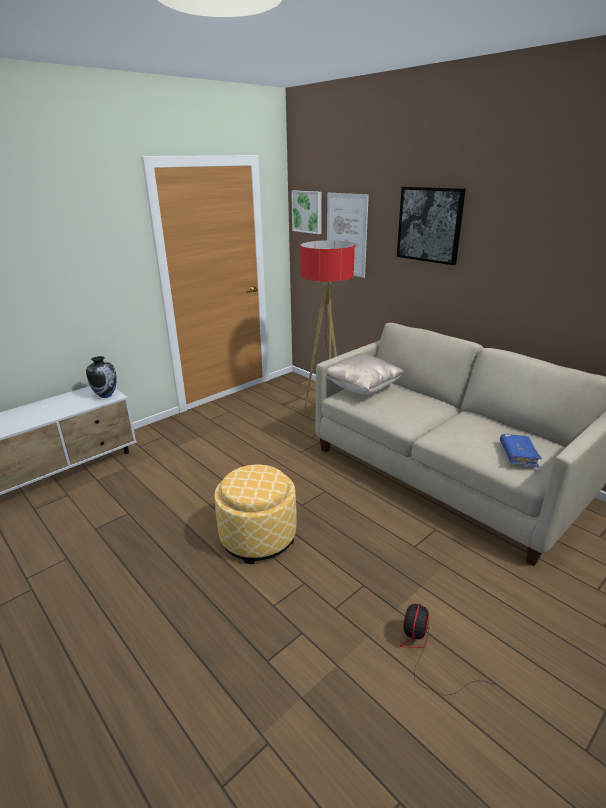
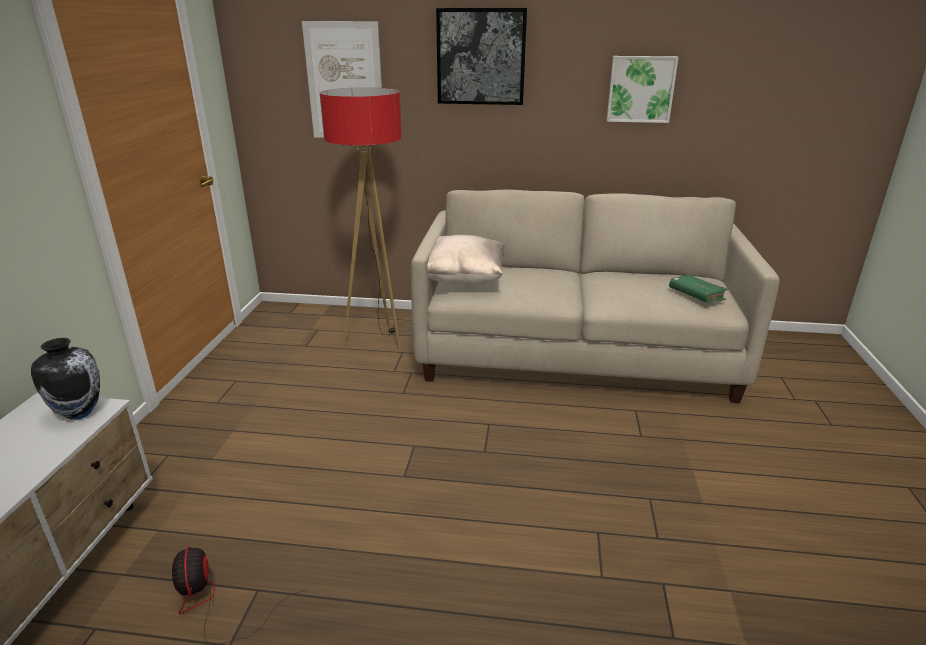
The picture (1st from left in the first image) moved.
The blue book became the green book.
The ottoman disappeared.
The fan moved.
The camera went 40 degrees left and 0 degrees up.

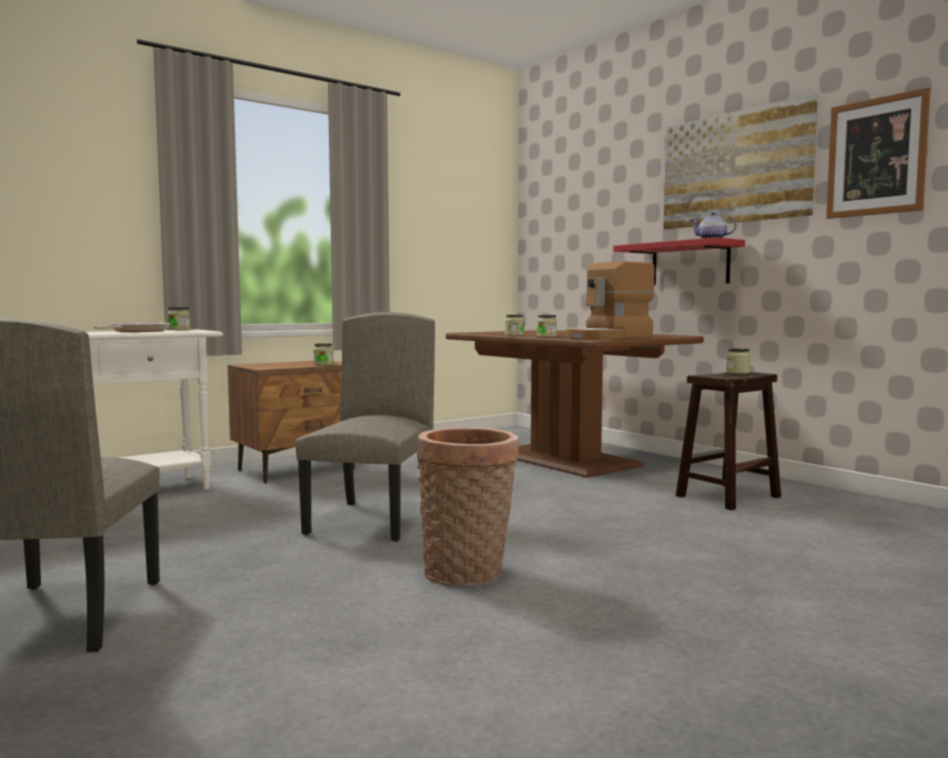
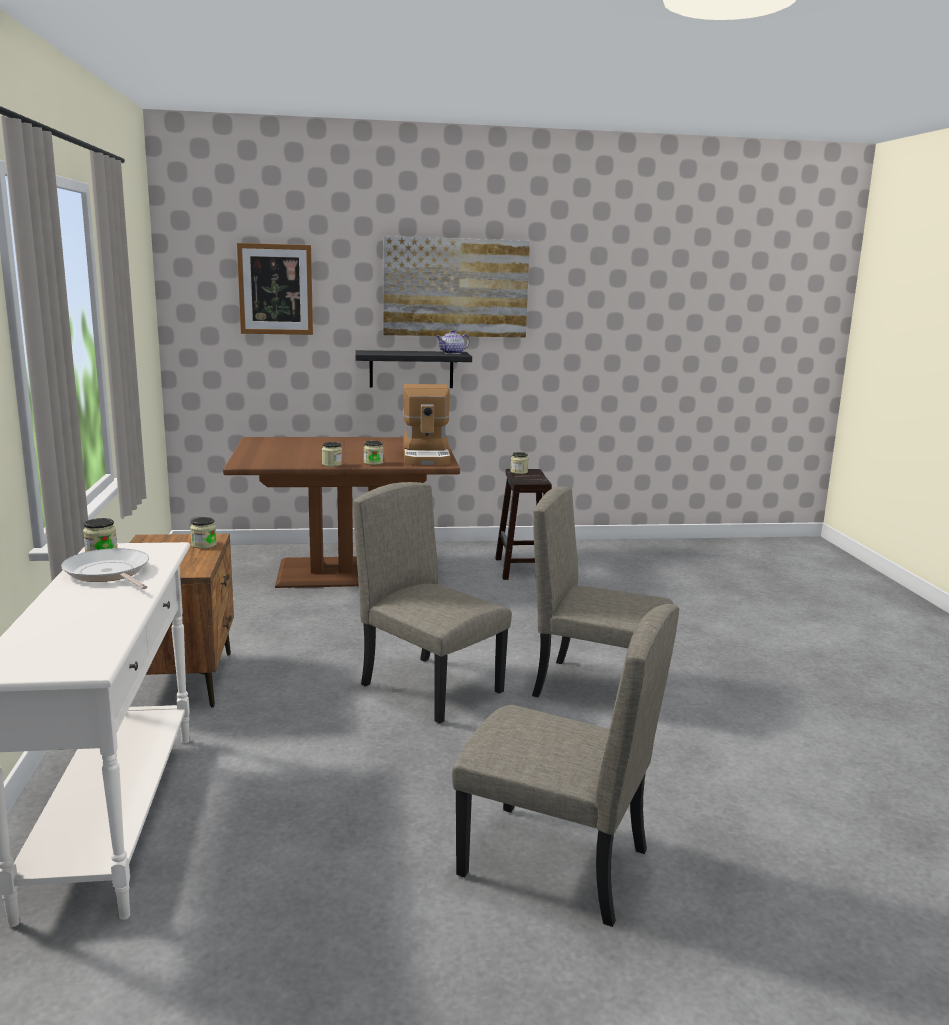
The picture (2nd from left in the first image) moved.
The red shelf became the black shelf.
The basket was replaced by the beige chair (3rd from left).
The camera went 60 degrees left and 10 degrees up.

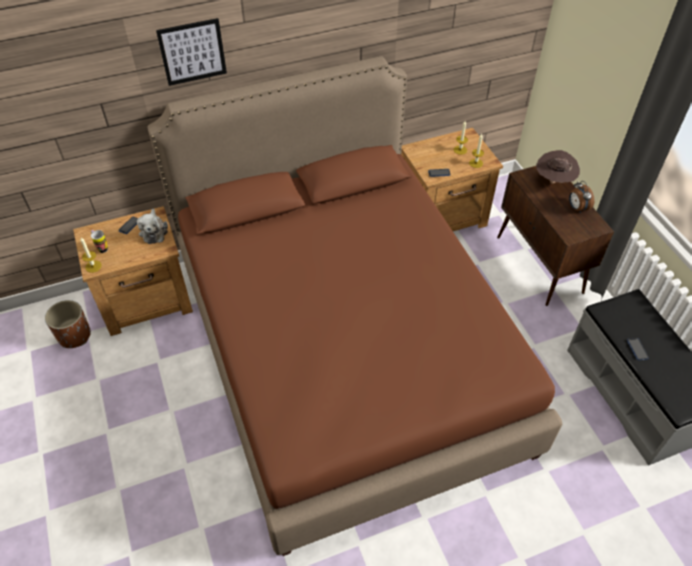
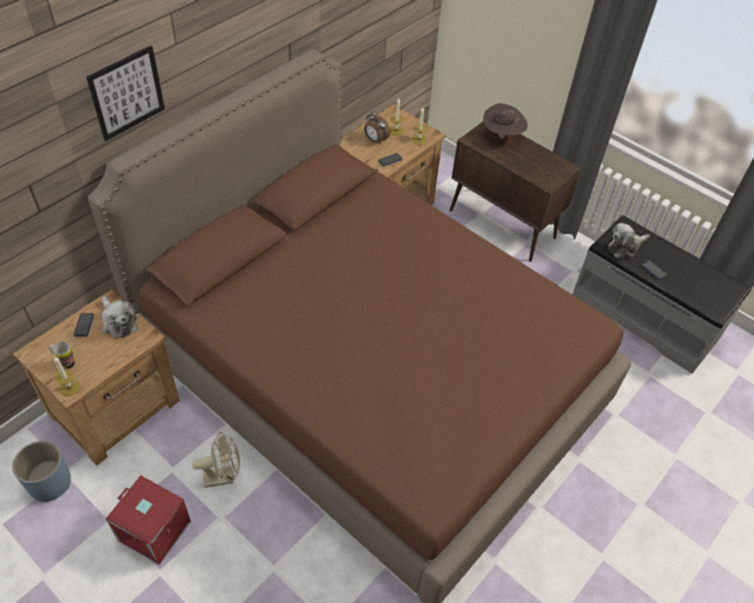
The alarm clock moved.
The brown planter became the blue planter.
The plush toy (2nd from left) appeared.
The beige fan appeared.
The red storage box appeared.
The camera went 30 degrees left and 0 degrees up.

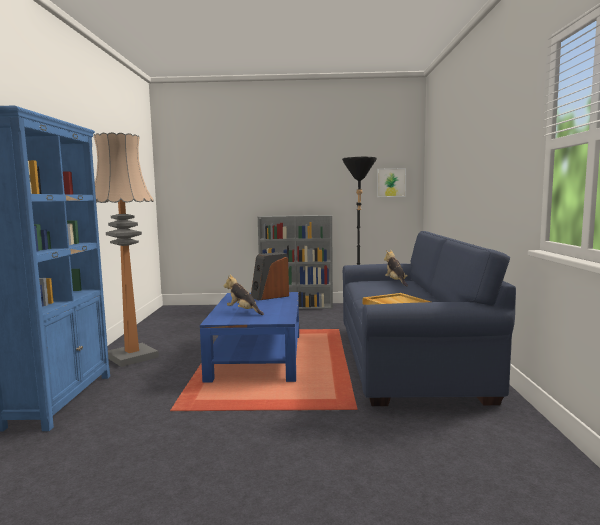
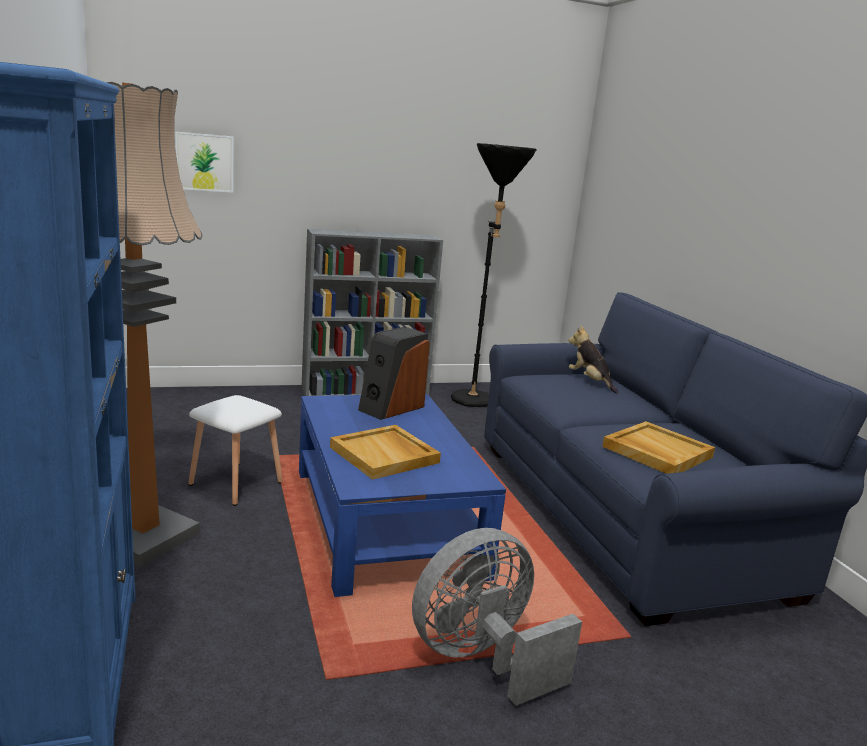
The picture moved.
The plush toy (1st from left) was replaced by the beige tray (1st from left).
The white stool appeared.
The grey fan appeared.
The camera went 20 degrees left and 10 degrees up.

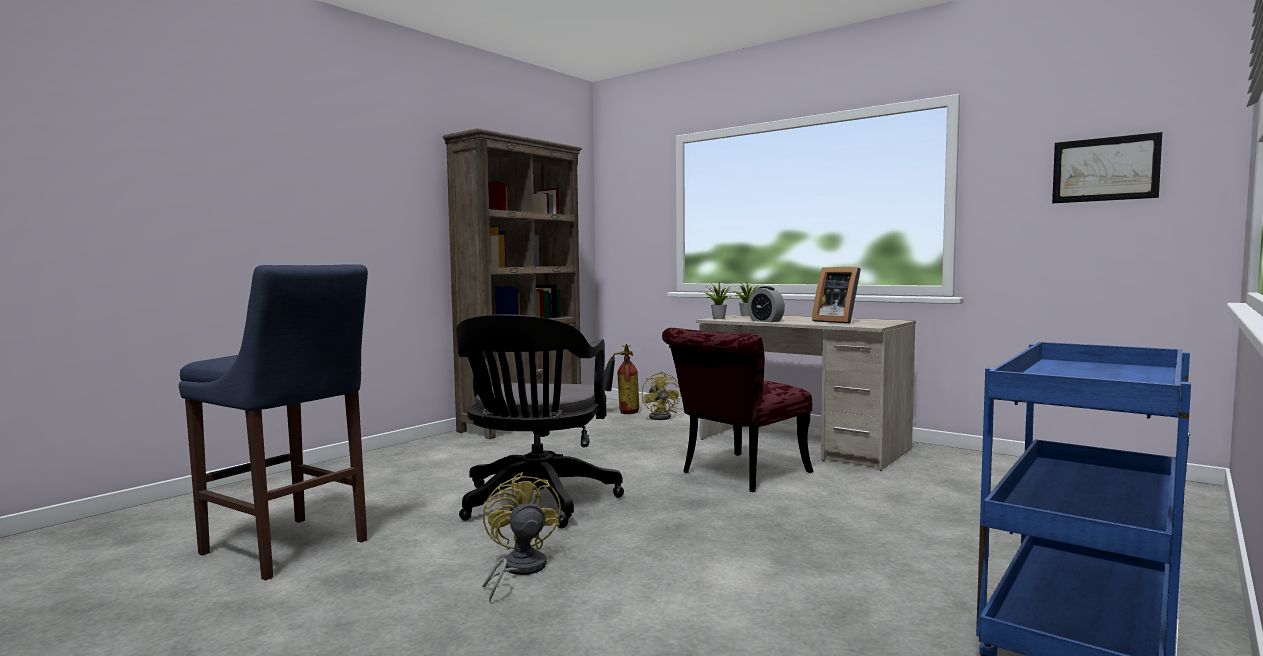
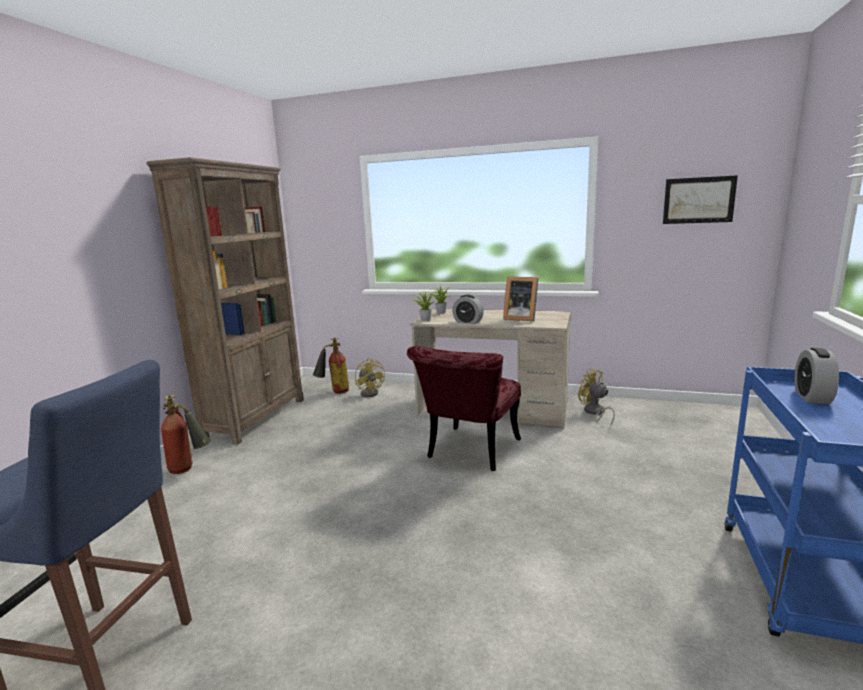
The black office chair disappeared.
The yellow fan (1st from left in the first image) moved.
The alarm clock (2nd from left) appeared.
The fire extinguisher (1st from left) appeared.
The camera went 20 degrees left and 10 degrees up.

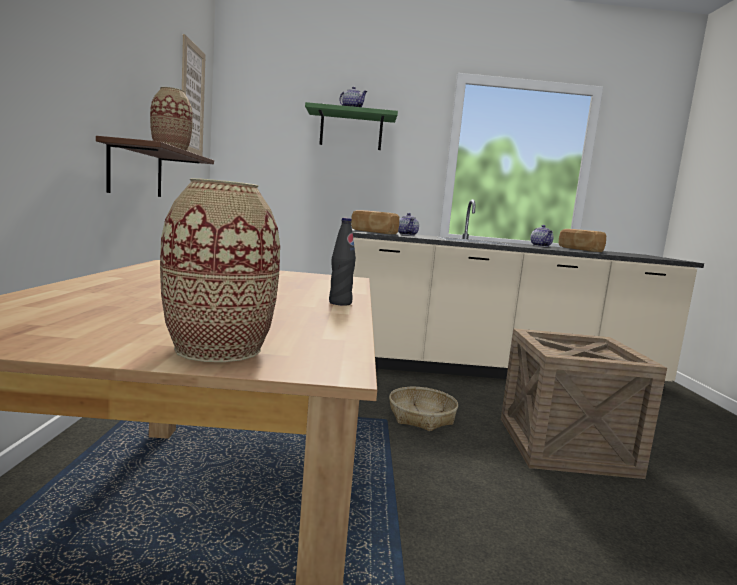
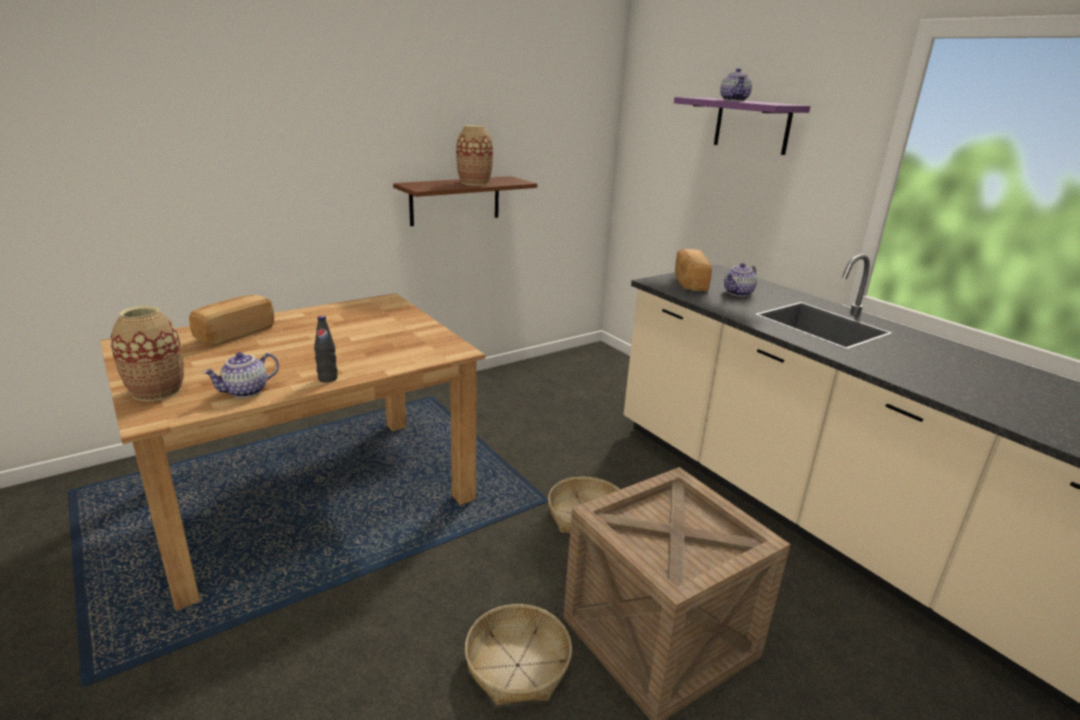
The picture disappeared.
The green shelf became the purple shelf.
The teapot (3rd from left in the first image) moved.
The bread (2nd from left in the first image) moved.
The basket (1st from left) appeared.
The camera went 55 degrees right and 15 degrees up.

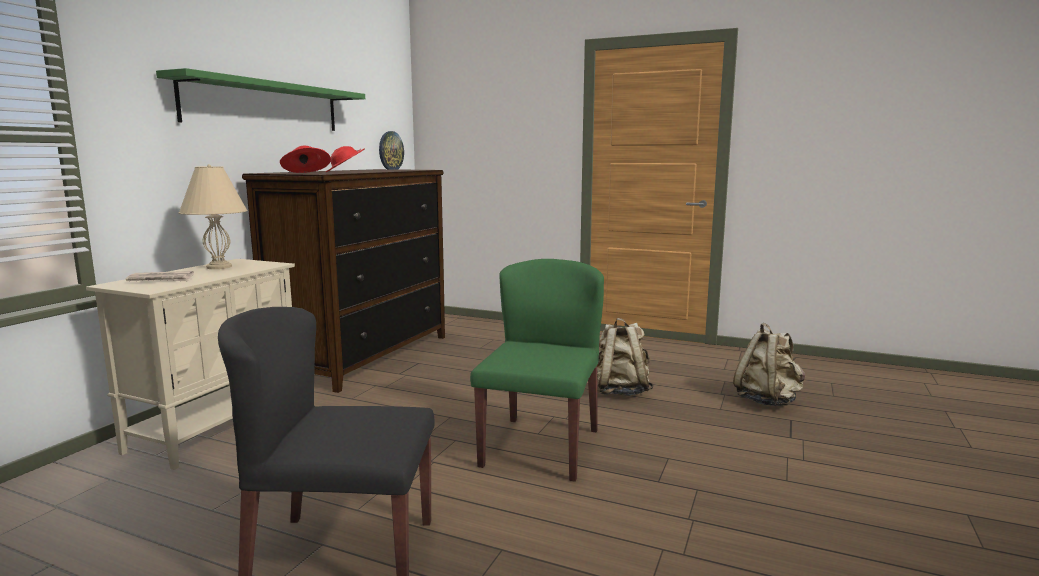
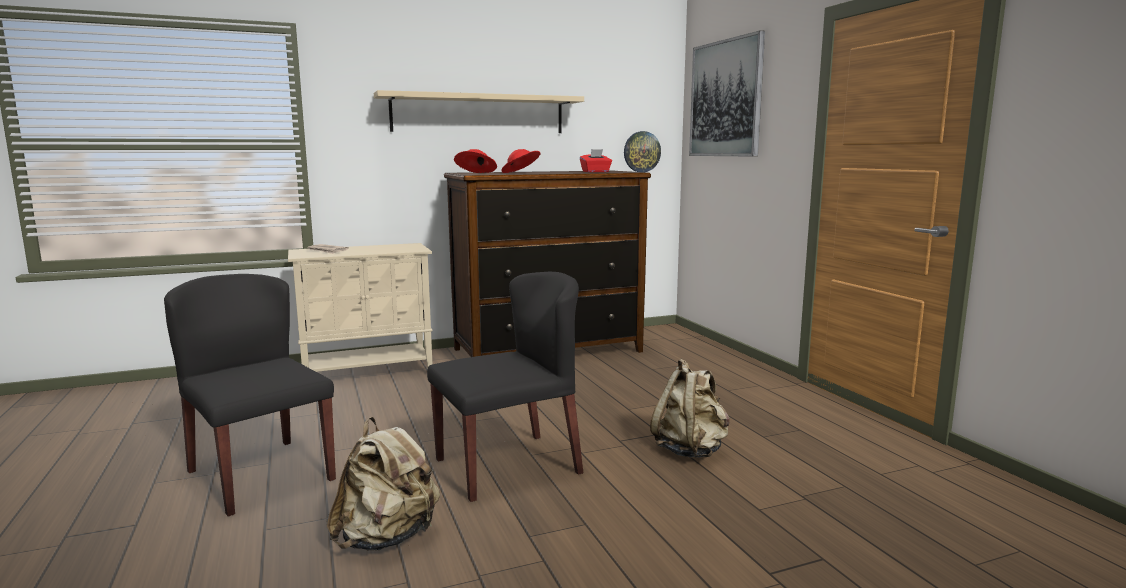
The green shelf became the beige shelf.
The beige table lamp disappeared.
The green chair became the black chair (2nd from left).
The beige backpack (2nd from left in the first image) moved.
The picture appeared.
The red tissue box appeared.
The camera went 45 degrees right and 0 degrees up.

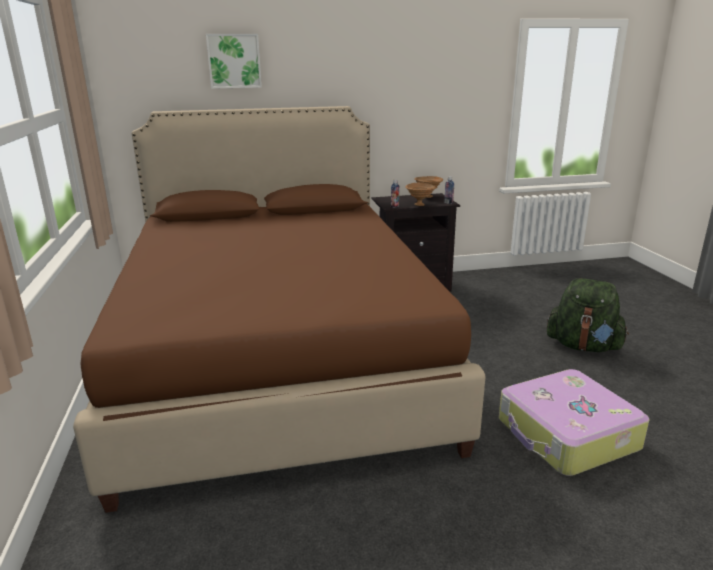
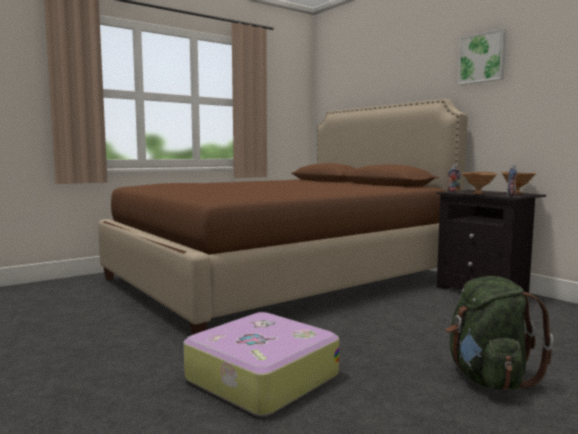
The picture moved.
The camera went 65 degrees right and 15 degrees down.

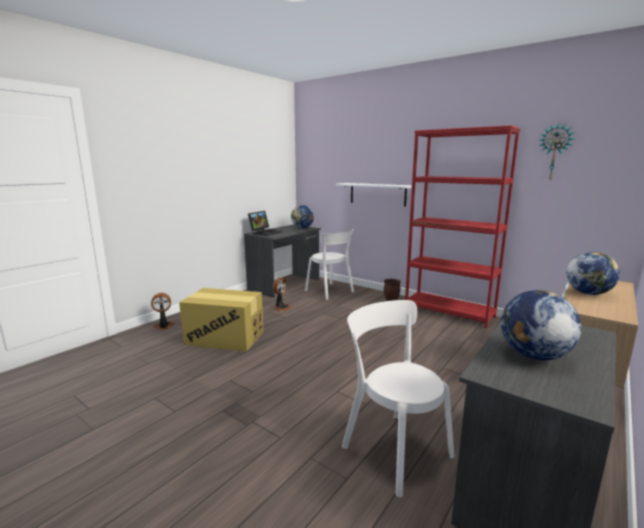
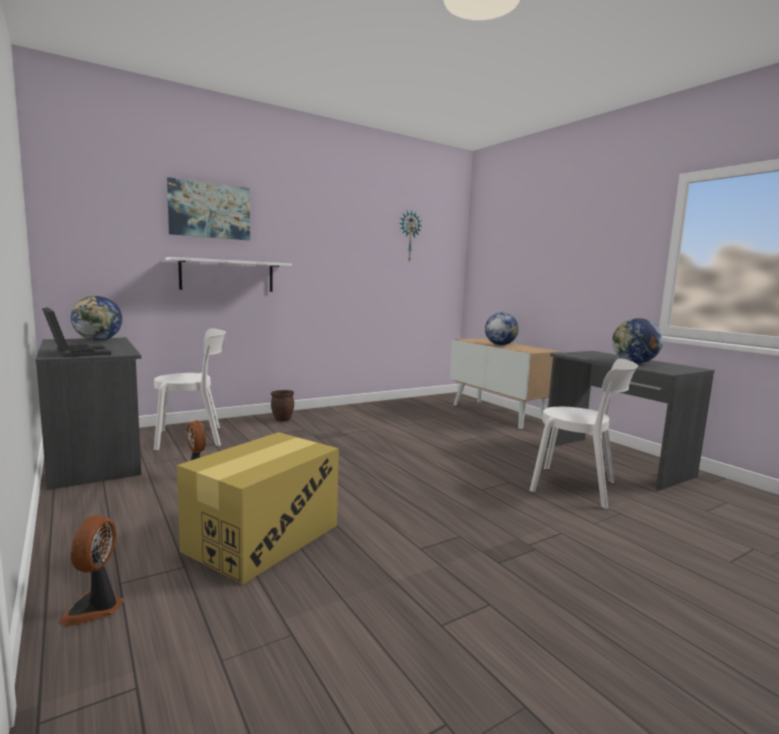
The red bookcase disappeared.
The white chair (2nd from left) turned 135 degrees counterclockwise.
The picture appeared.
The camera went 70 degrees left and 5 degrees down.

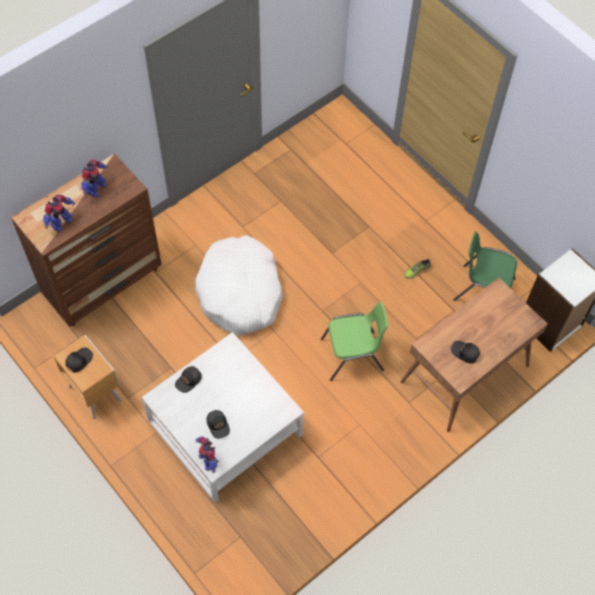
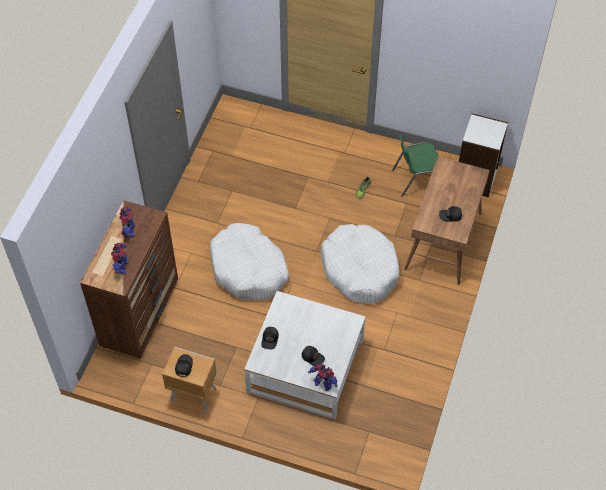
The green chair (1st from left) was replaced by the white dog bed (2nd from left).
The camera went 30 degrees left and 5 degrees down.

